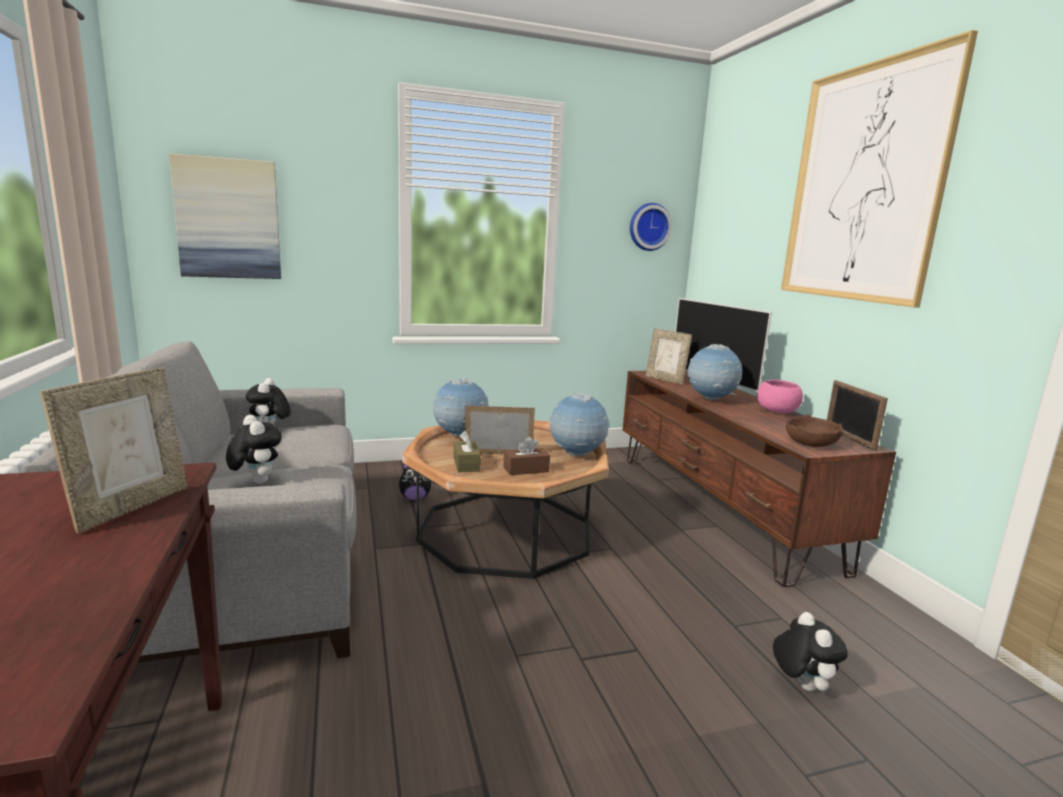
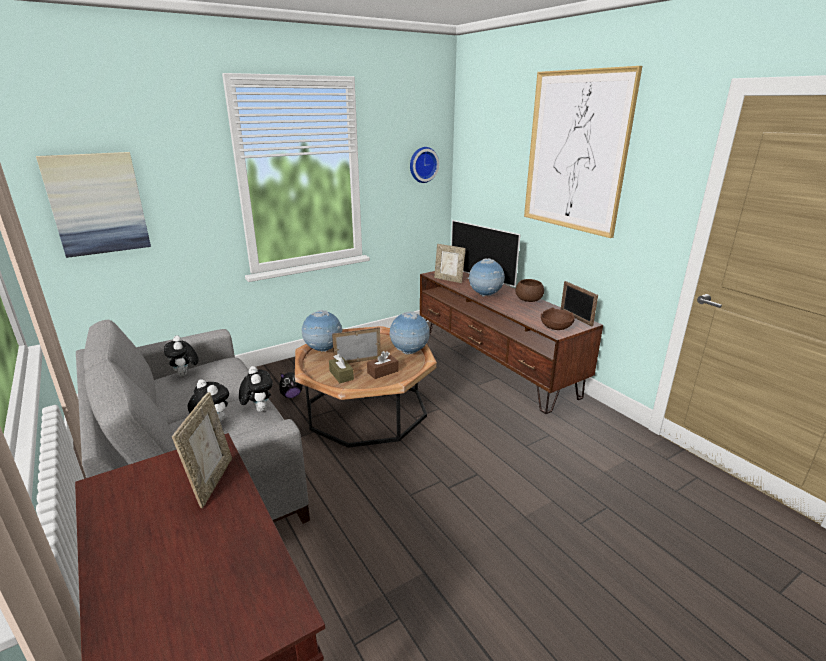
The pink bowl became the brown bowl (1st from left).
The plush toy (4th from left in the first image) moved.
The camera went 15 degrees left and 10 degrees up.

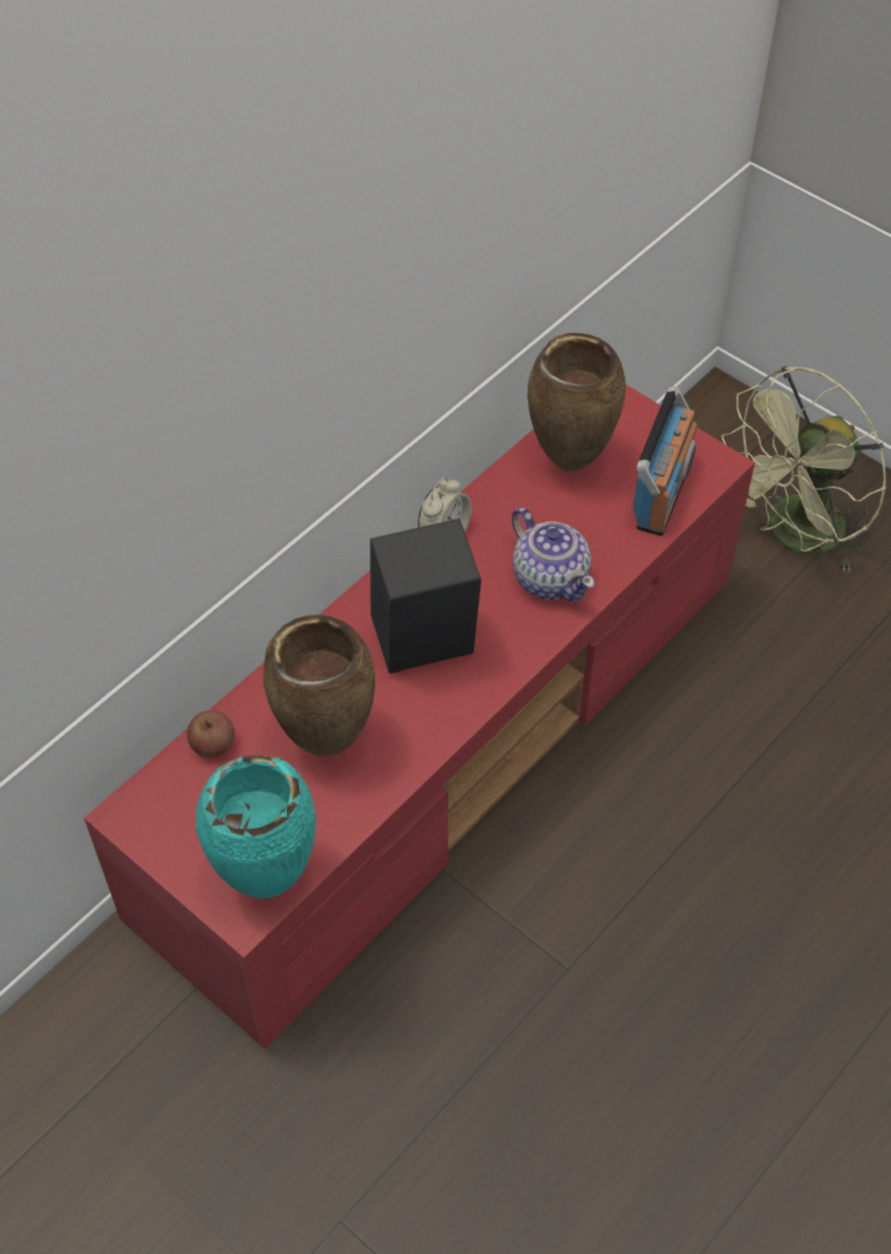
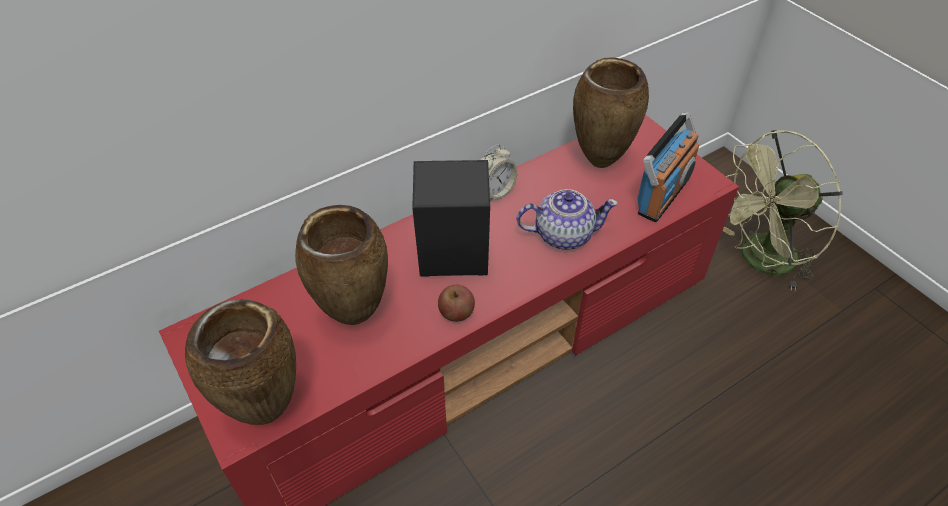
The teapot turned 75 degrees counterclockwise.
The apple moved.
The turquoise vase became the brown vase (1st from left).
The camera went 15 degrees right and 5 degrees down.

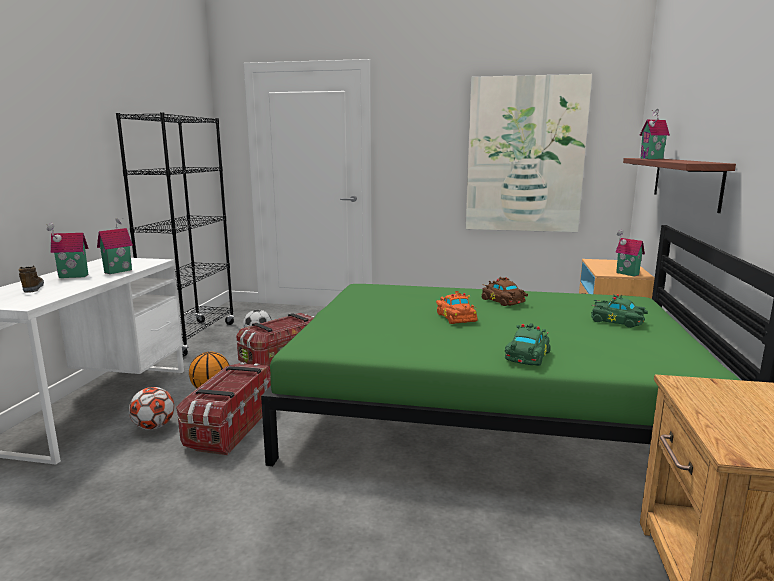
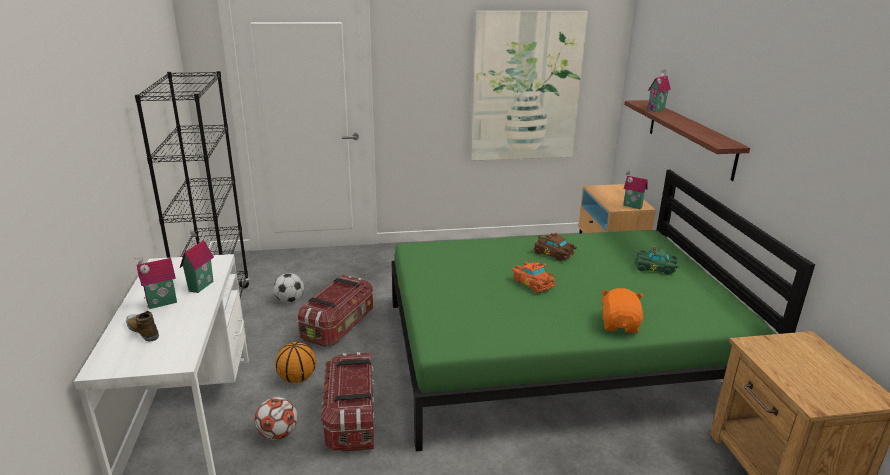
The green toy car (1st from left) was replaced by the orange plush toy.
The camera went 20 degrees left and 10 degrees up.

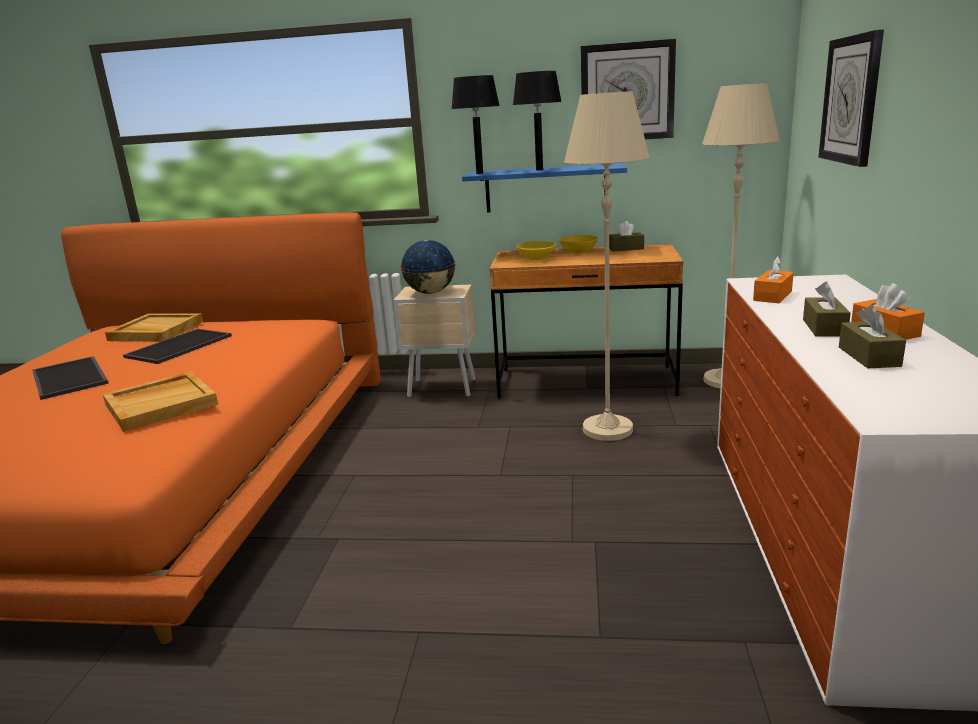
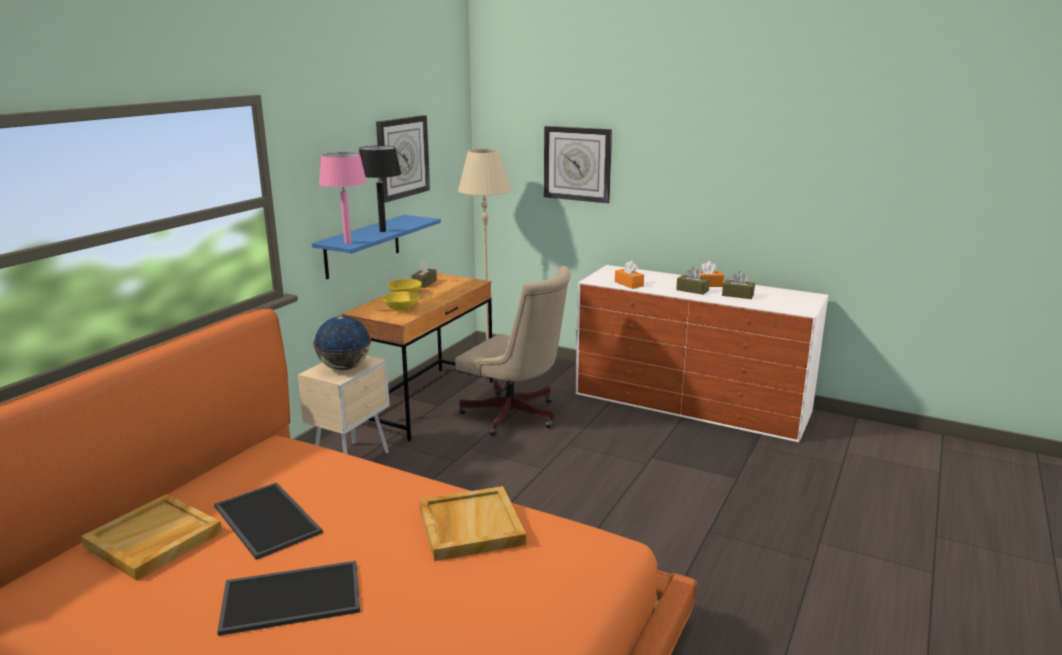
The black table lamp (1st from left) became the pink table lamp.
The beige floor lamp (1st from left) was replaced by the beige office chair.
The camera went 70 degrees left and 0 degrees up.

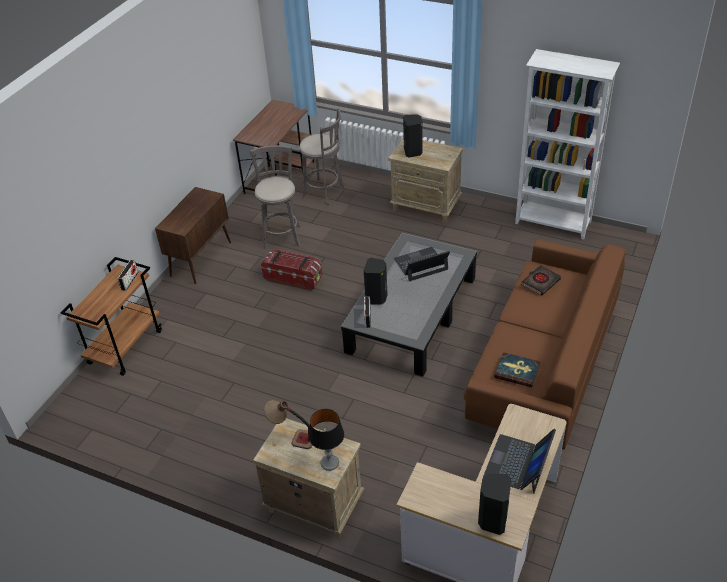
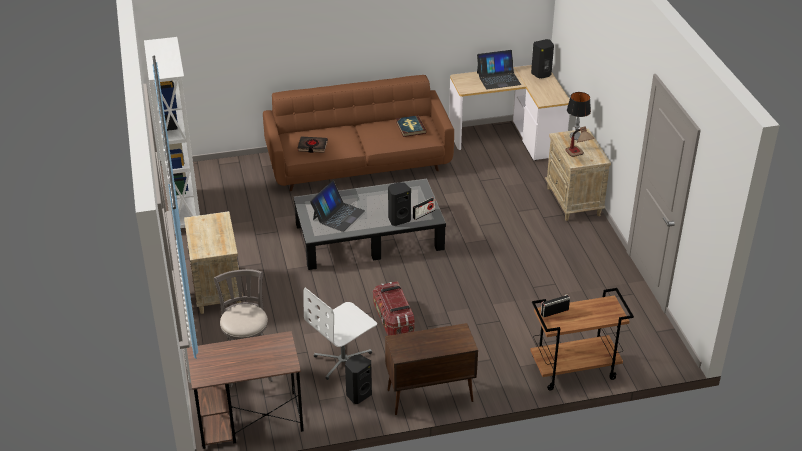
The black speaker (2nd from left in the first image) moved.
The grey stool (1st from left) was replaced by the white office chair.
The laptop (1st from left) turned 90 degrees counterclockwise.
The camera went 130 degrees left and 5 degrees down.

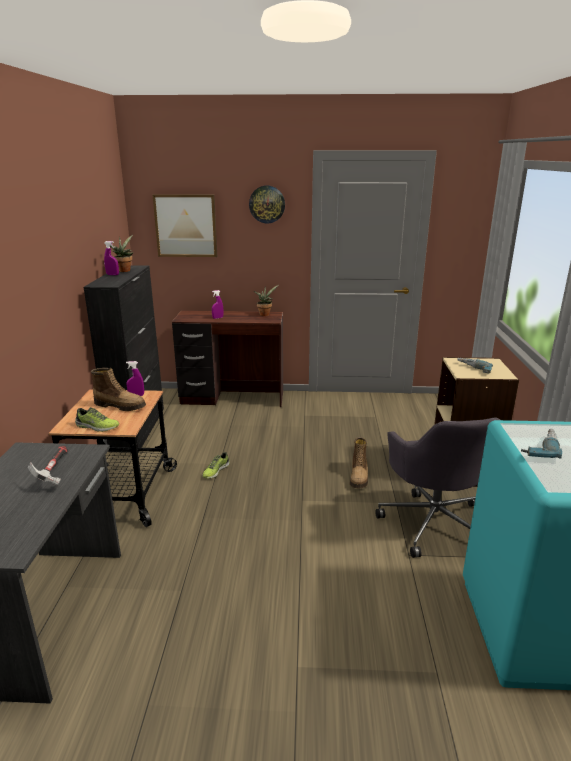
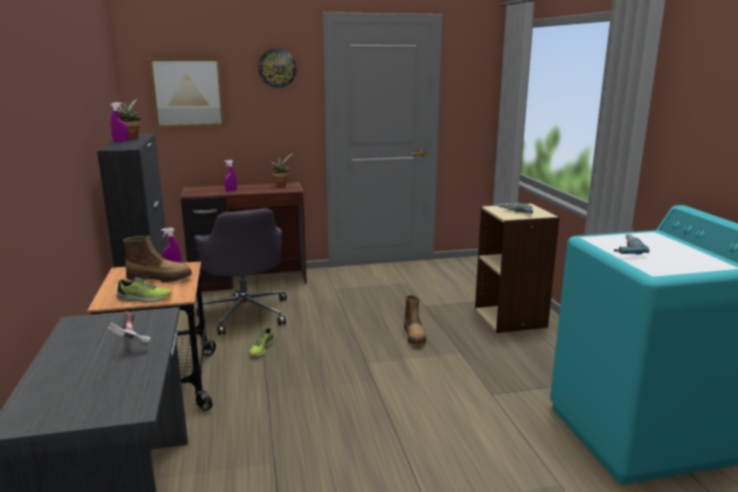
The grey office chair moved.
The camera went 15 degrees left and 5 degrees down.

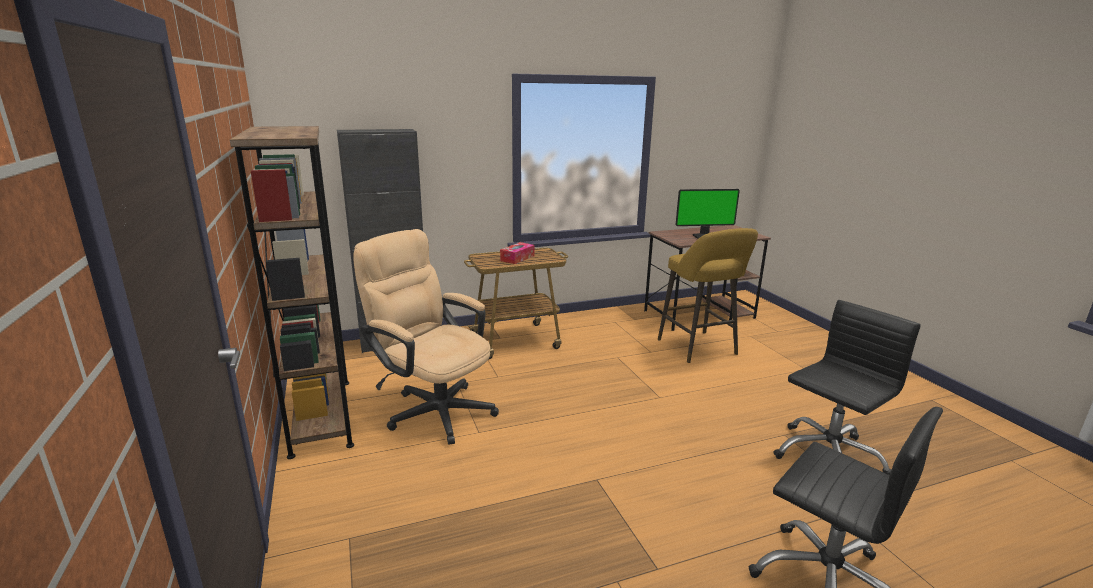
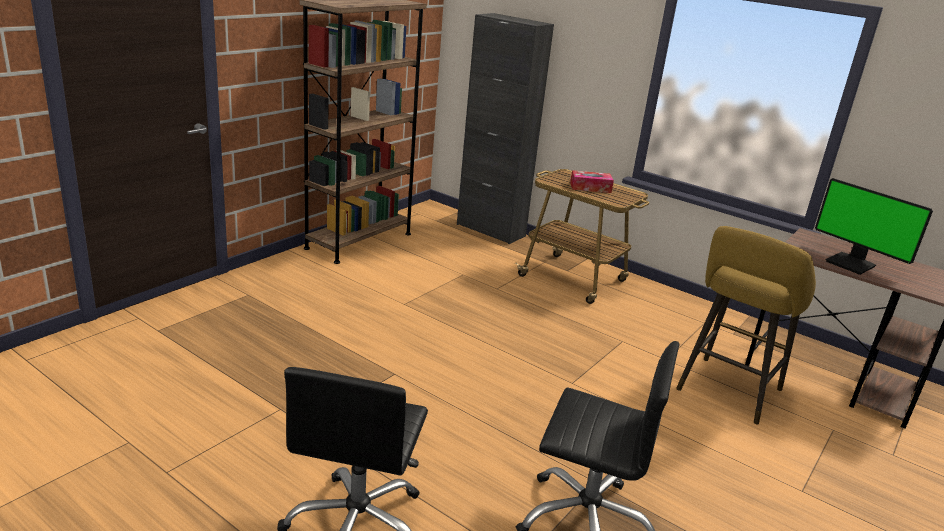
The beige office chair disappeared.
The camera went 55 degrees right and 5 degrees up.

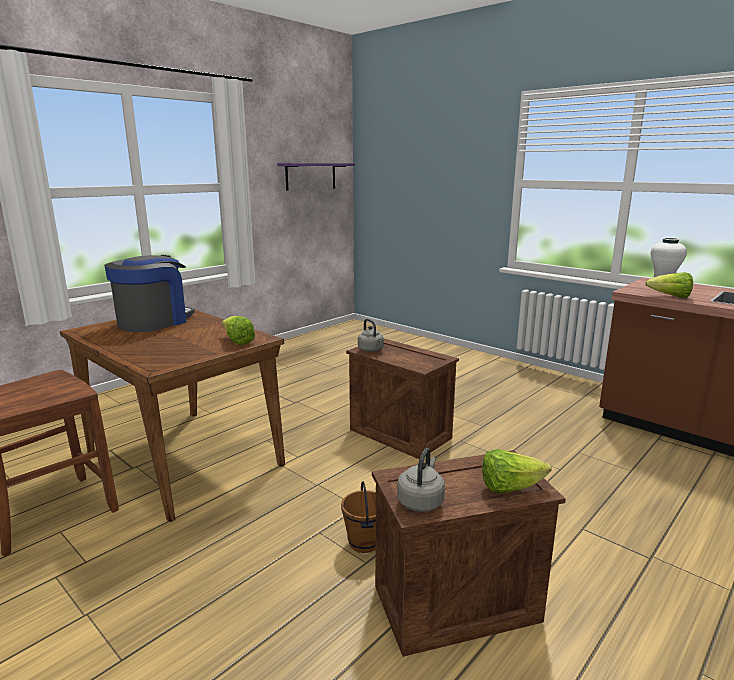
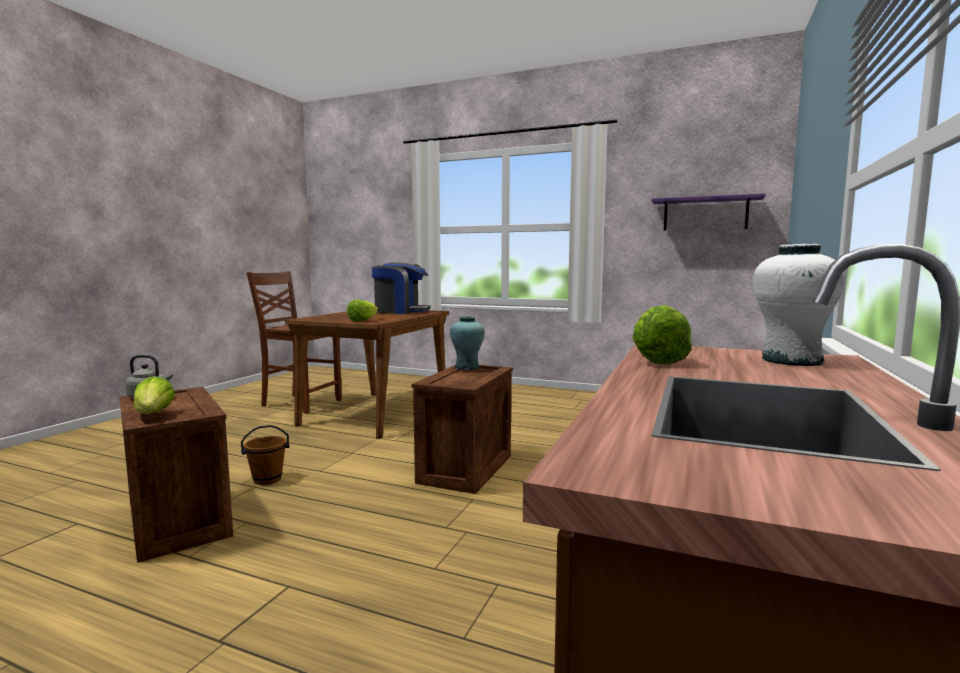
The grey kettle (1st from left) was replaced by the turquoise vase.
The camera went 70 degrees right and 10 degrees down.

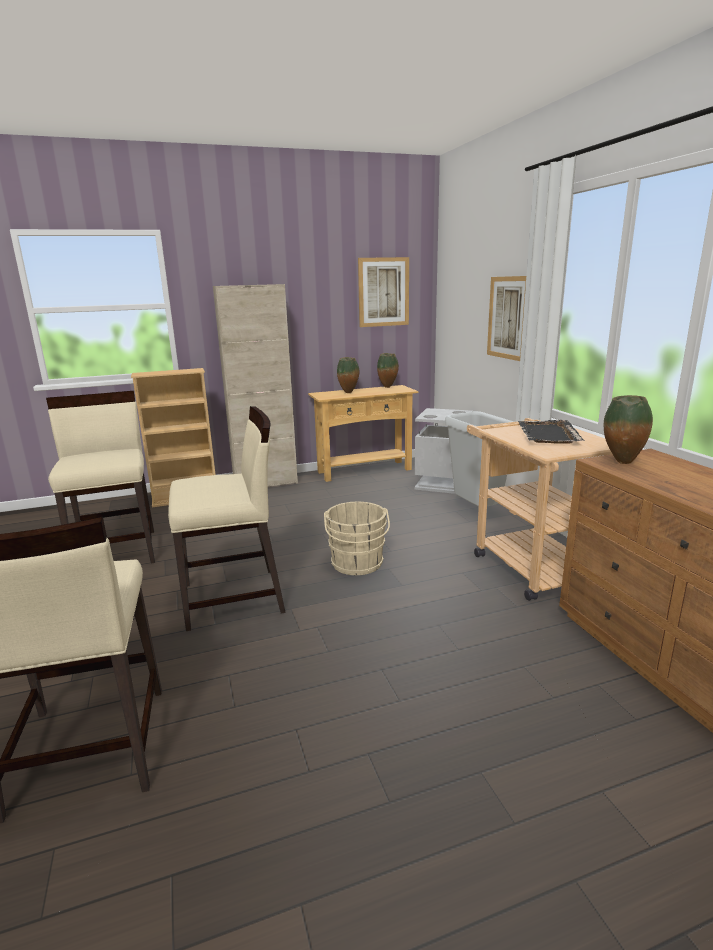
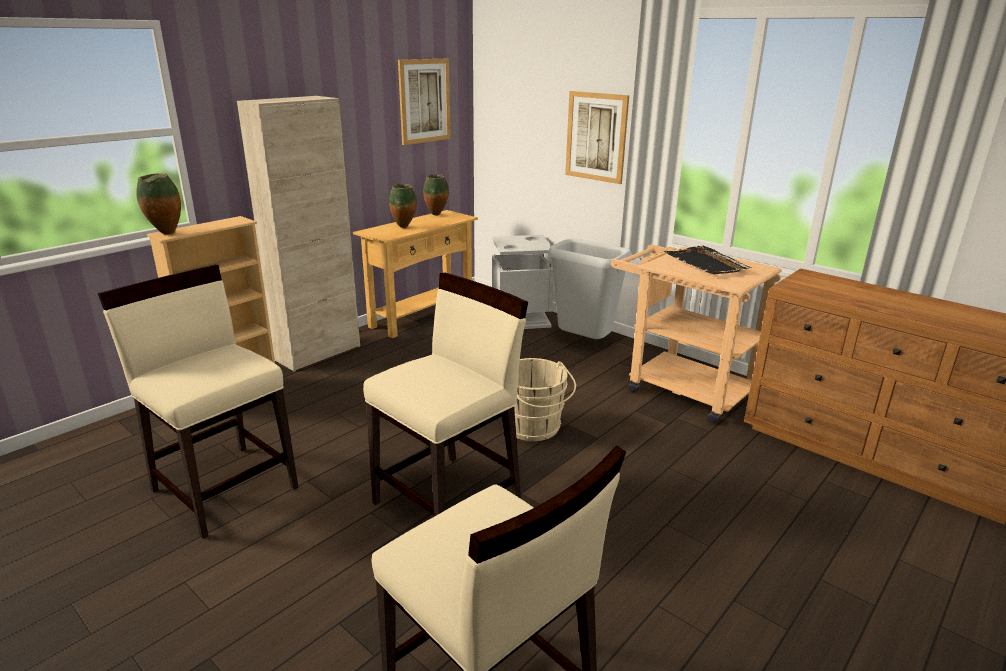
The vase (3rd from left in the first image) moved.
The camera went 30 degrees left and 5 degrees up.

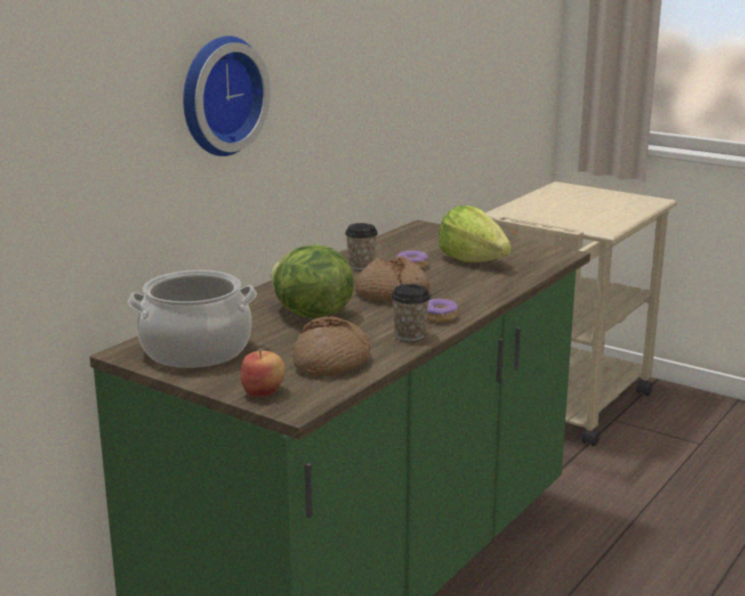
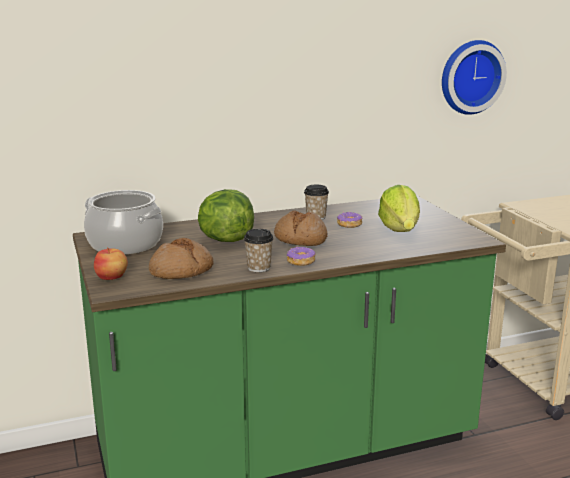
The wall clock moved.
The camera went 35 degrees right and 0 degrees up.

